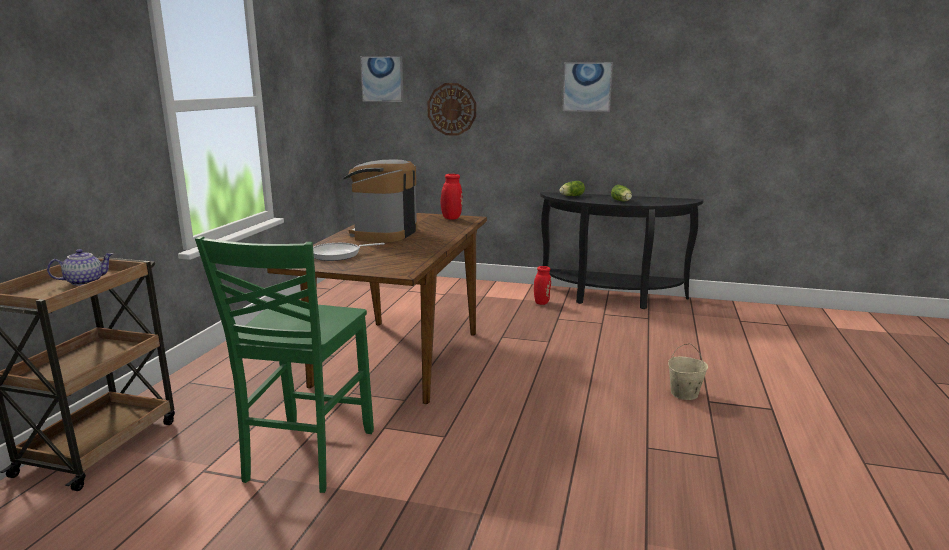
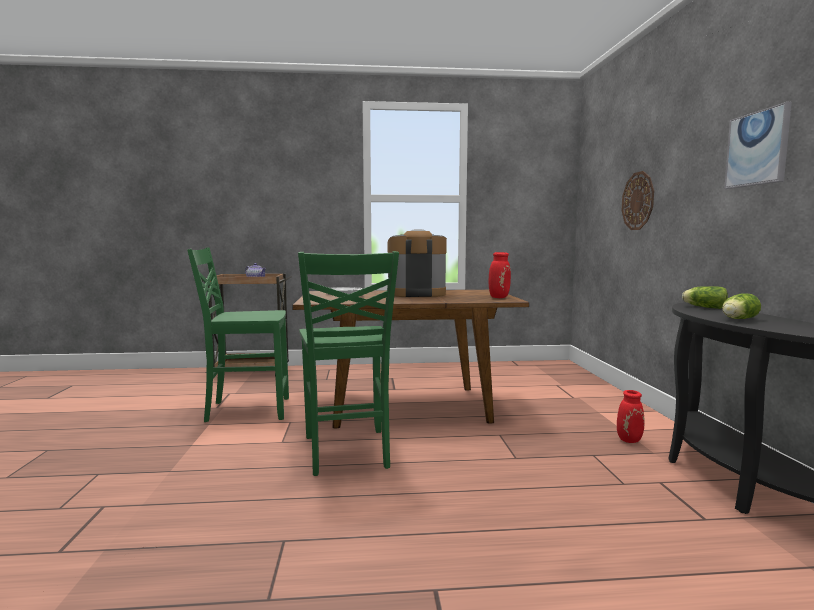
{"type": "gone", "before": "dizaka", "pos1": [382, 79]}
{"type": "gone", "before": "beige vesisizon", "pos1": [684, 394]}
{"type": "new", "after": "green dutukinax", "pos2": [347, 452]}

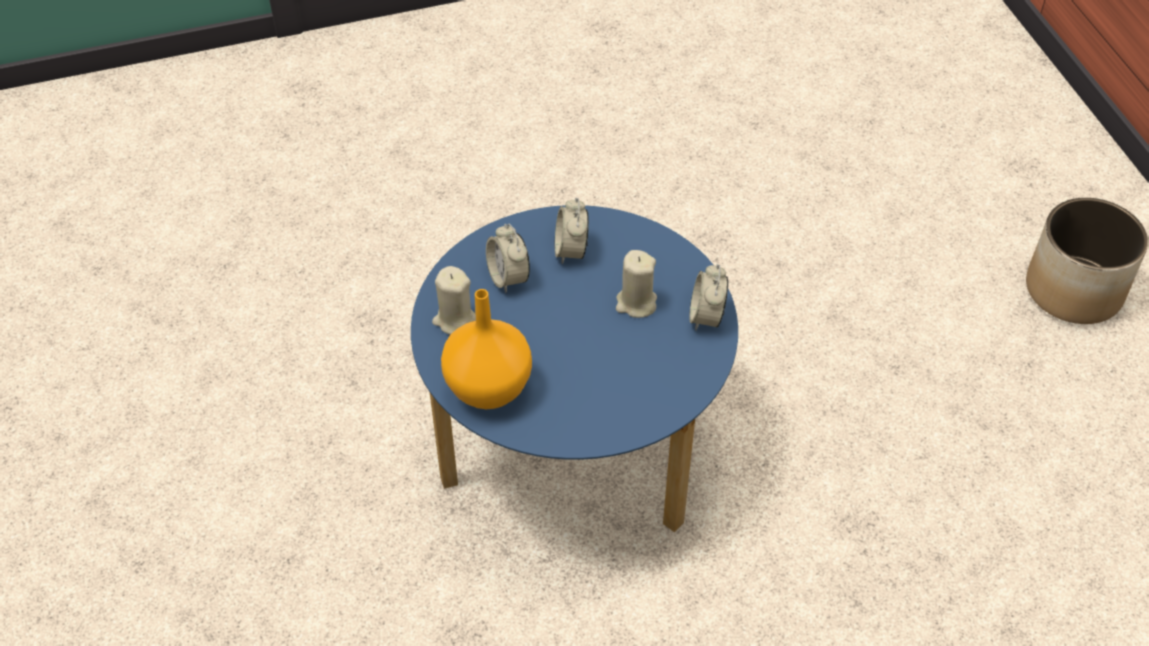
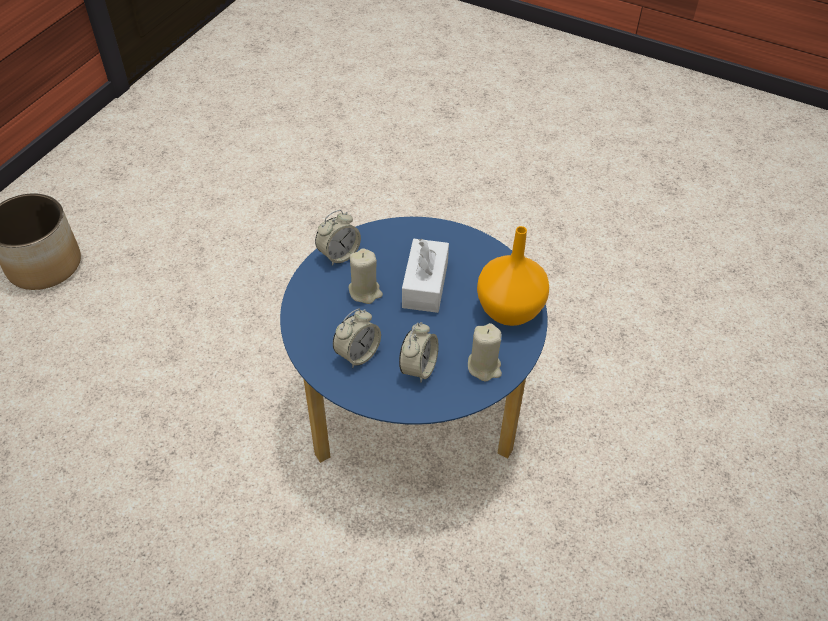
{"type": "new", "after": "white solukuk", "pos2": [425, 285]}

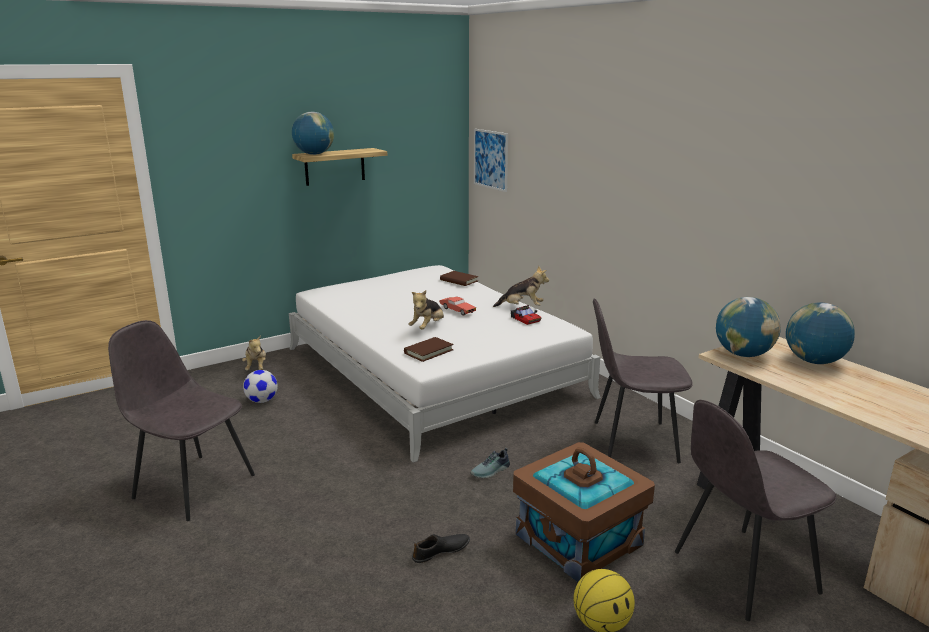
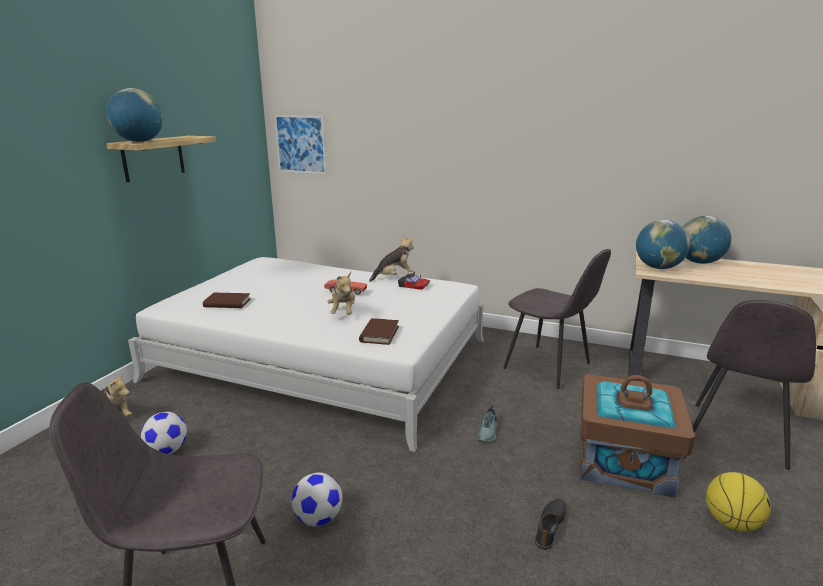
{"type": "shifted", "before": "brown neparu", "pos1": [459, 280], "pos2": [227, 303]}
{"type": "rotated", "before": "grey dutukinax", "pos1": [632, 441], "pos2": [549, 367], "turn": -105}
{"type": "new", "after": "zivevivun", "pos2": [318, 518]}

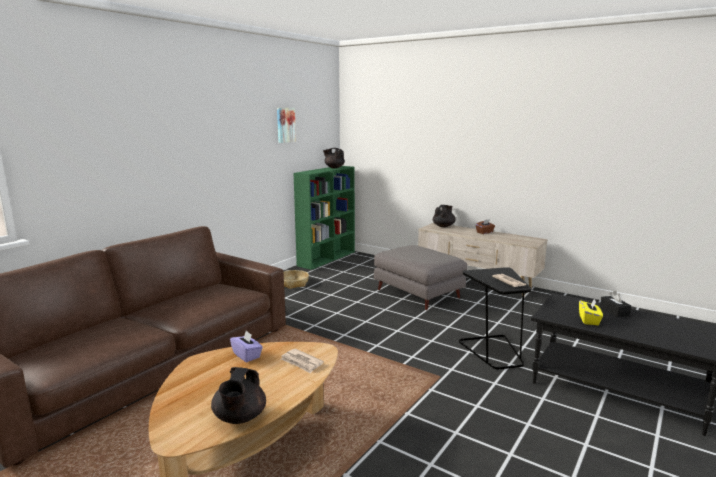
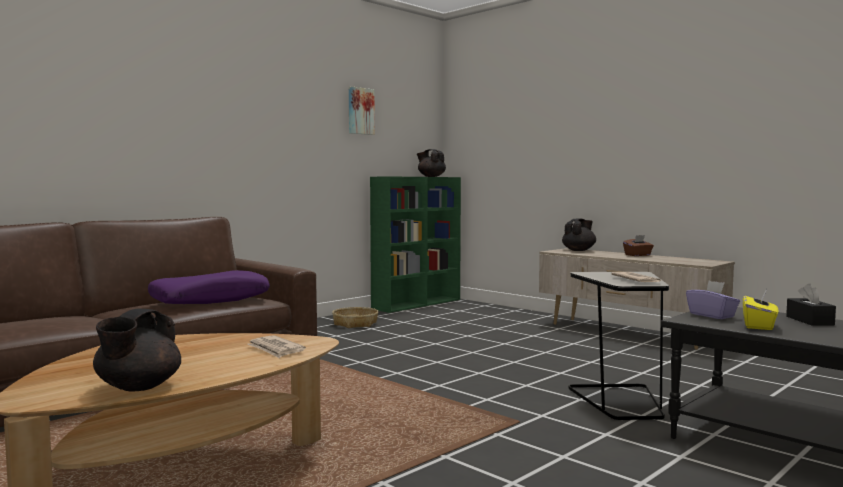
{"type": "gone", "before": "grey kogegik", "pos1": [417, 294]}
{"type": "shifted", "before": "purple solukuk", "pos1": [247, 355], "pos2": [712, 315]}
{"type": "new", "after": "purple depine", "pos2": [210, 300]}

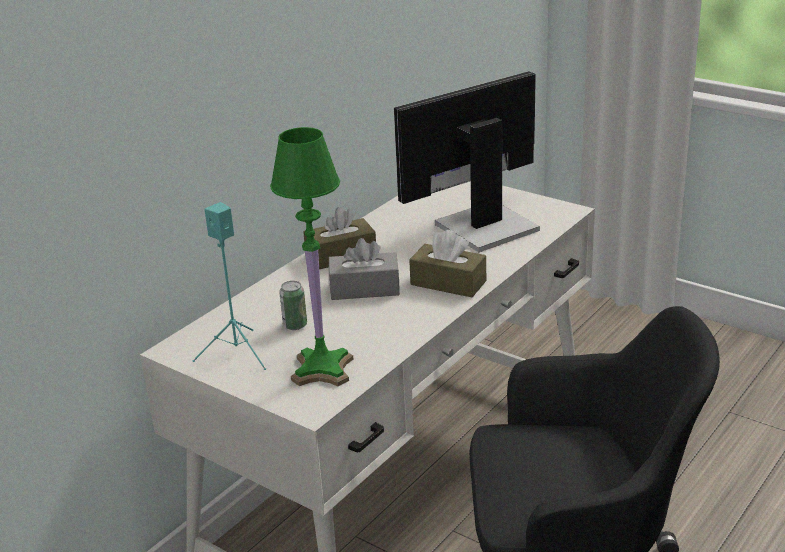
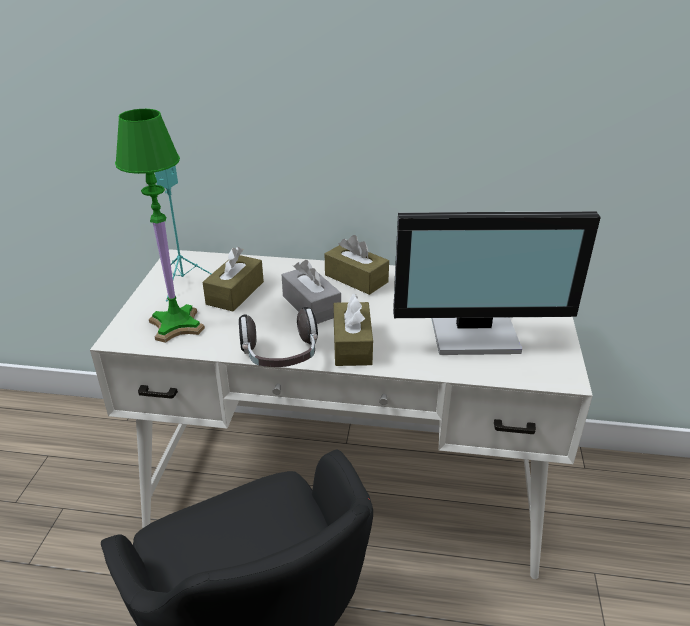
{"type": "rotated", "before": "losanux", "pos1": [482, 226], "pos2": [475, 333], "turn": 150}
{"type": "swapped", "before": "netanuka", "after": "brown solukuk", "pos1": [295, 325], "pos2": [235, 293]}
{"type": "new", "after": "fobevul", "pos2": [281, 356]}

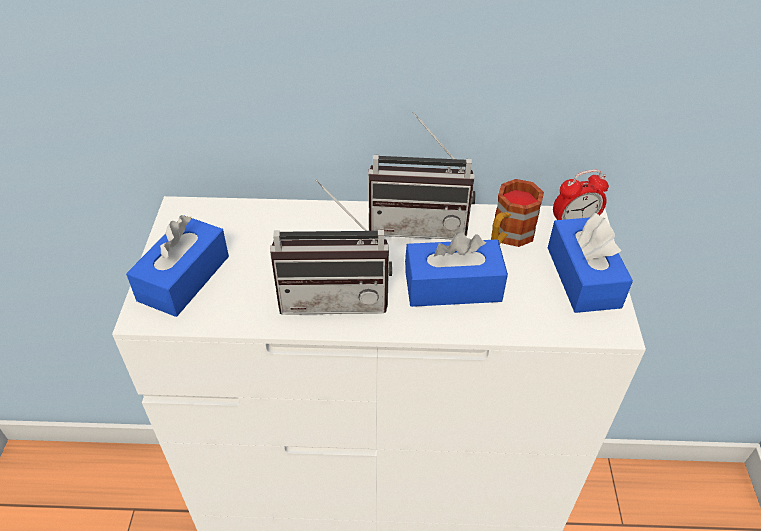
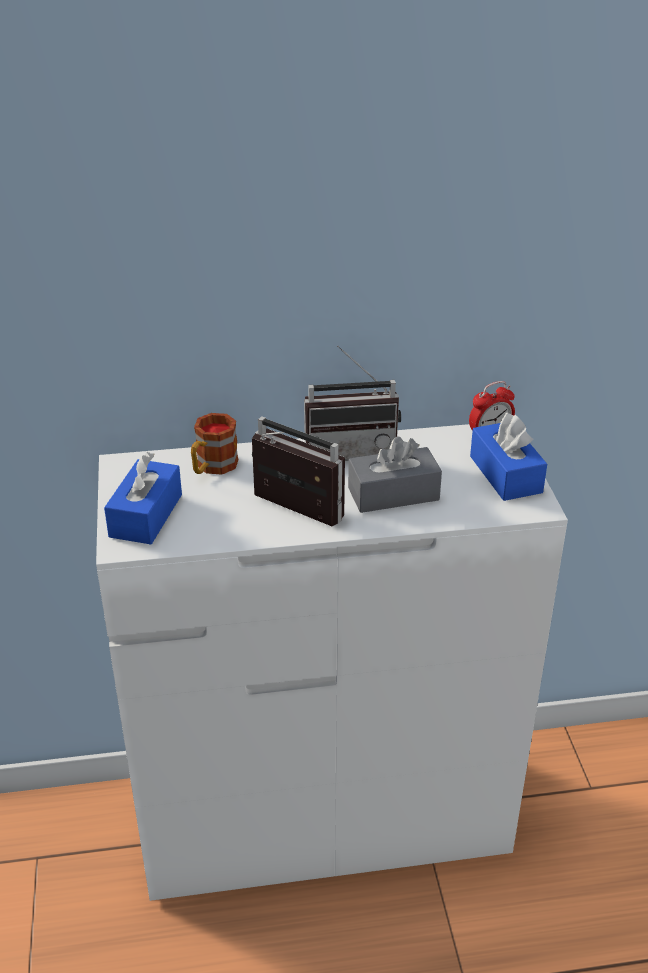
{"type": "shifted", "before": "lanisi", "pos1": [508, 236], "pos2": [212, 467]}
{"type": "rotated", "before": "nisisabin", "pos1": [335, 296], "pos2": [290, 513], "turn": -135}
{"type": "repainted", "before": "blue solukuk", "after": "grey solukuk", "pos1": [452, 286], "pos2": [393, 494]}

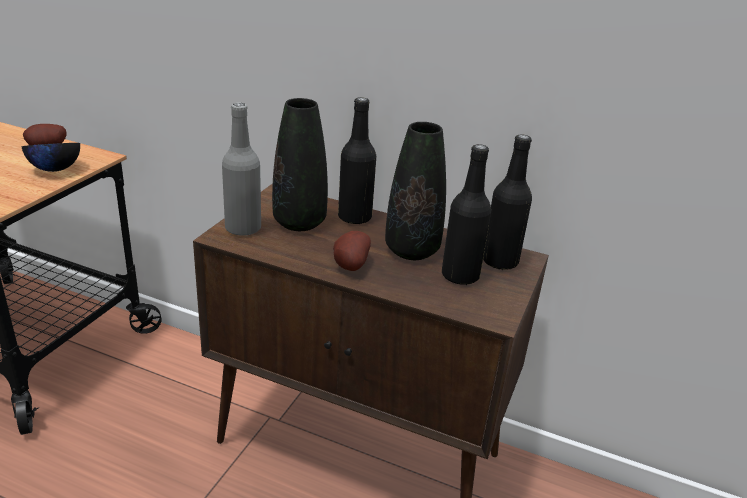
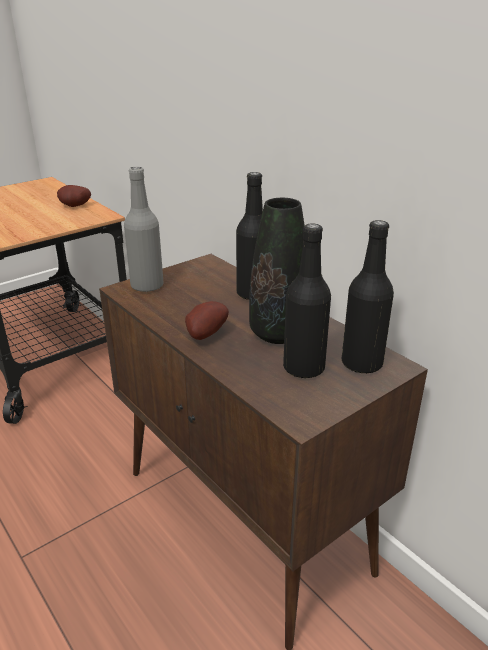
{"type": "gone", "before": "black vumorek", "pos1": [299, 223]}
{"type": "gone", "before": "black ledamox", "pos1": [55, 169]}

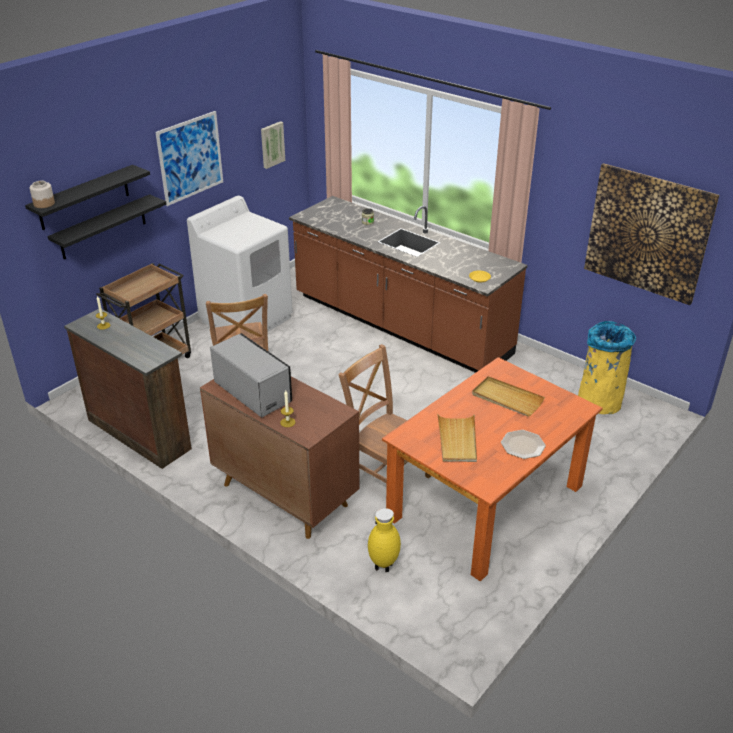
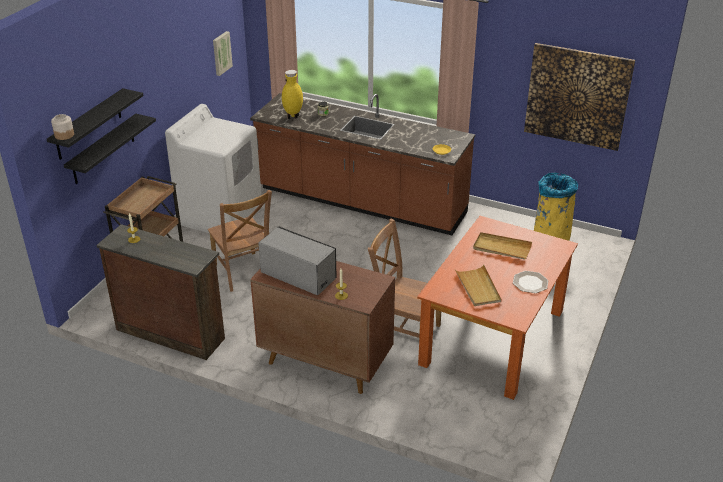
{"type": "gone", "before": "dizaka", "pos1": [190, 158]}
{"type": "shifted", "before": "yellow vumorek", "pos1": [383, 567], "pos2": [293, 117]}

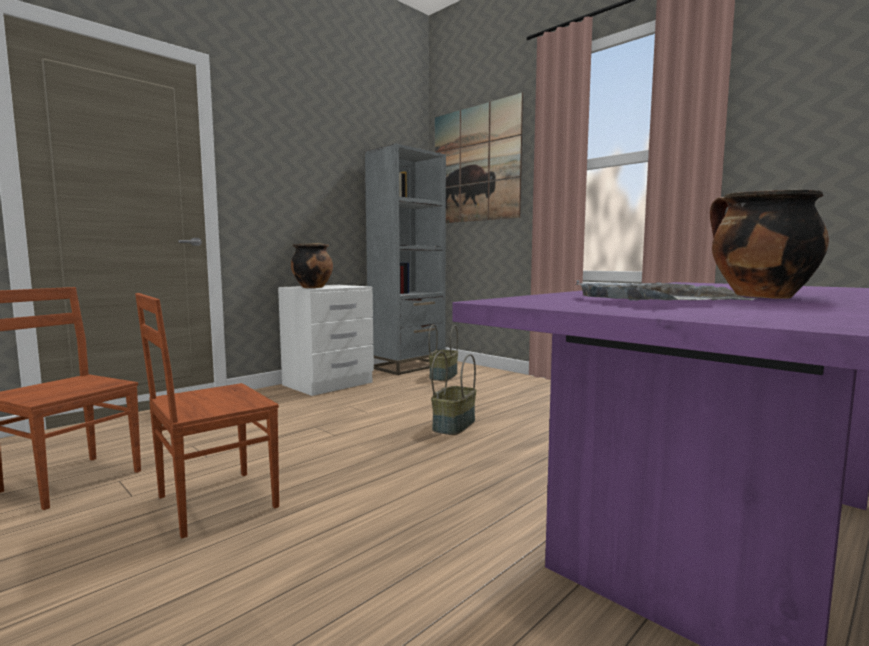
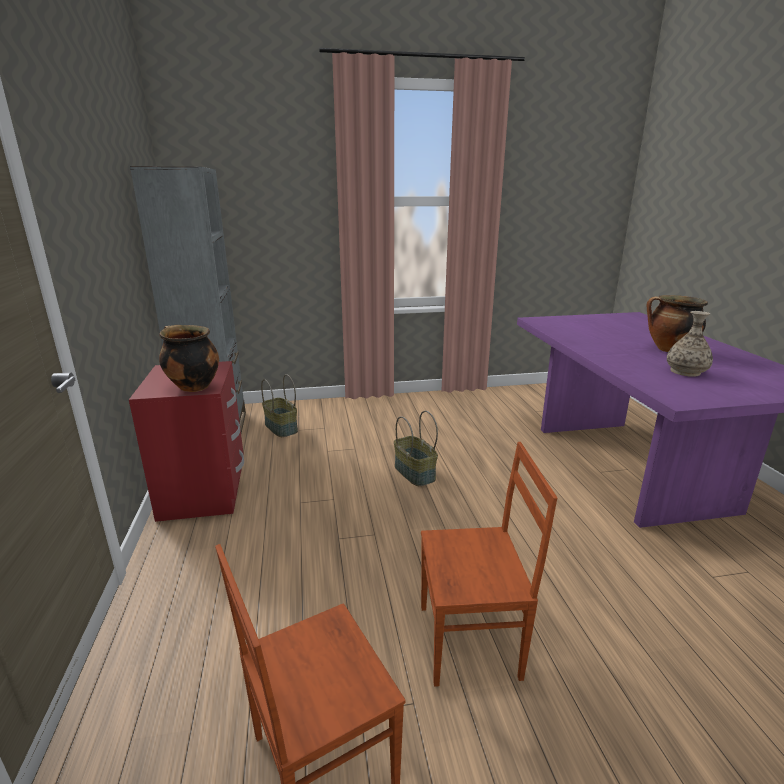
{"type": "gone", "before": "dizaka", "pos1": [475, 164]}
{"type": "swapped", "before": "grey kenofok", "after": "vumorek", "pos1": [658, 300], "pos2": [685, 371]}
{"type": "repainted", "before": "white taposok", "after": "red taposok", "pos1": [328, 384], "pos2": [205, 491]}
{"type": "rotated", "before": "brown dutukinax", "pos1": [214, 502], "pos2": [471, 642], "turn": -90}

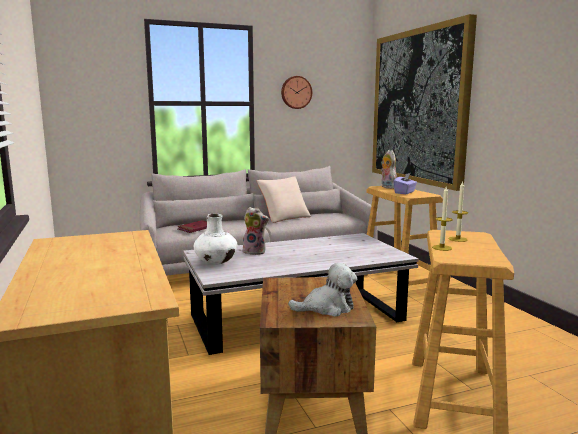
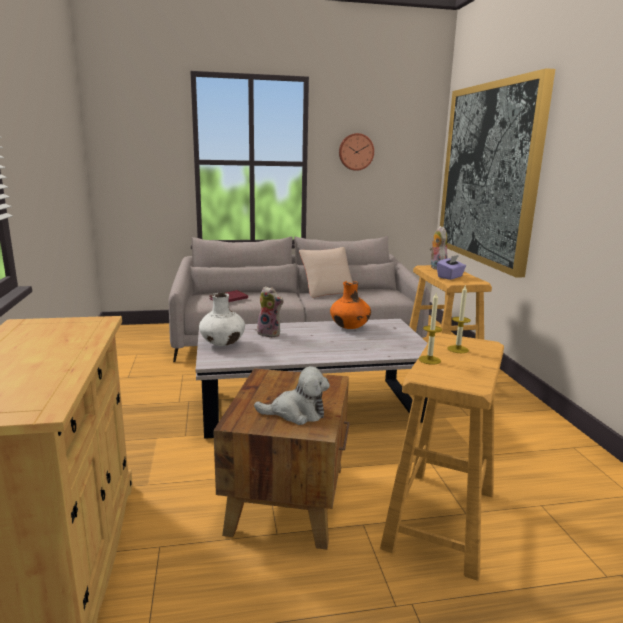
{"type": "new", "after": "orange vumorek", "pos2": [350, 327]}

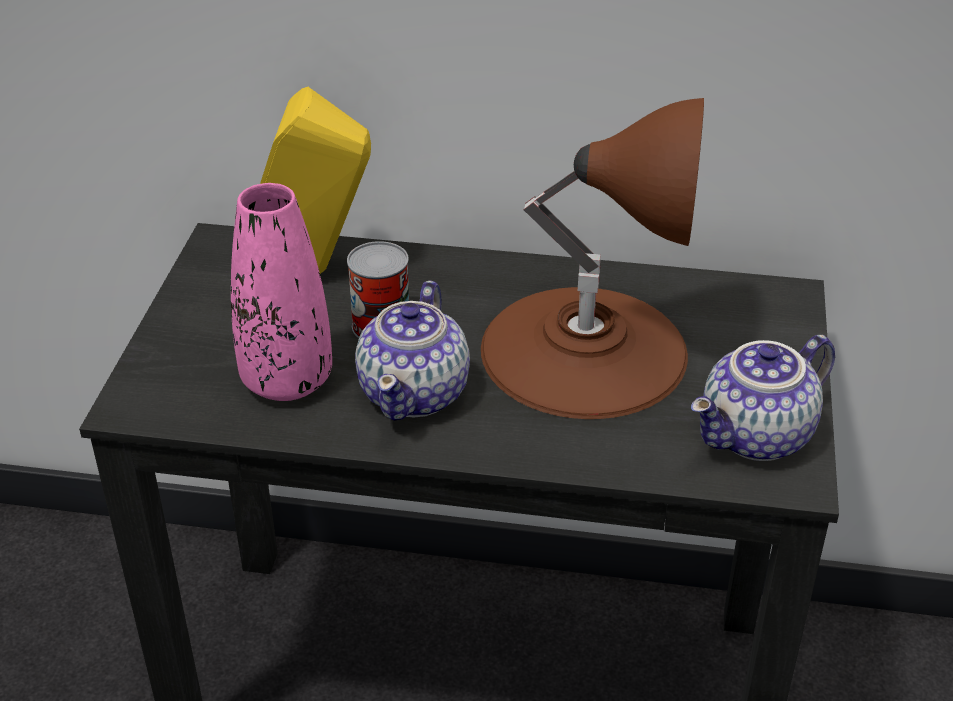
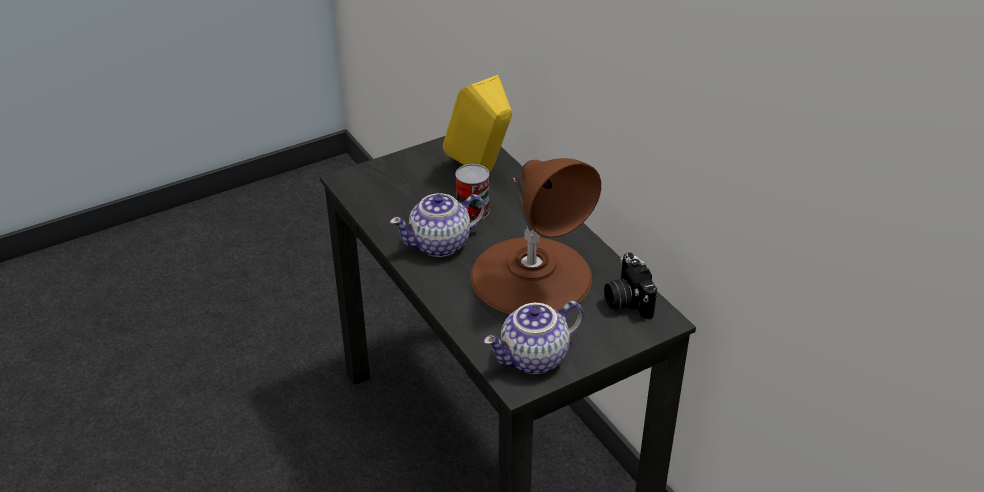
{"type": "gone", "before": "pink vumorek", "pos1": [287, 381]}
{"type": "rotated", "before": "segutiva", "pos1": [757, 437], "pos2": [534, 359], "turn": -45}
{"type": "new", "after": "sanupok", "pos2": [626, 300]}

